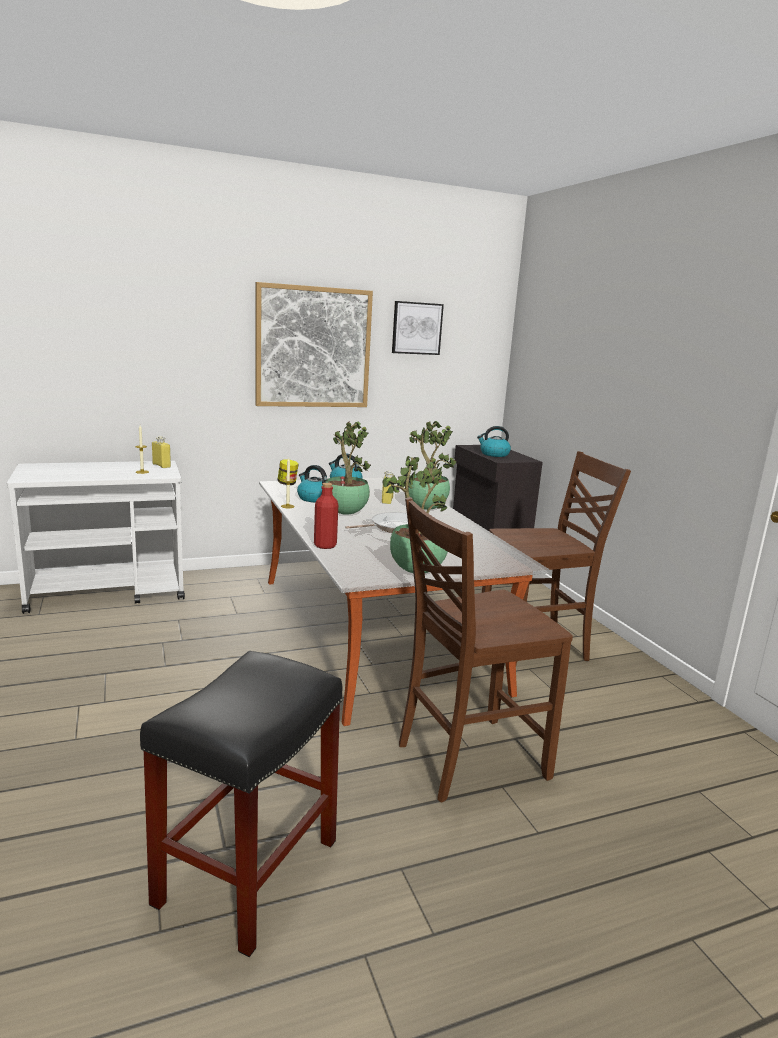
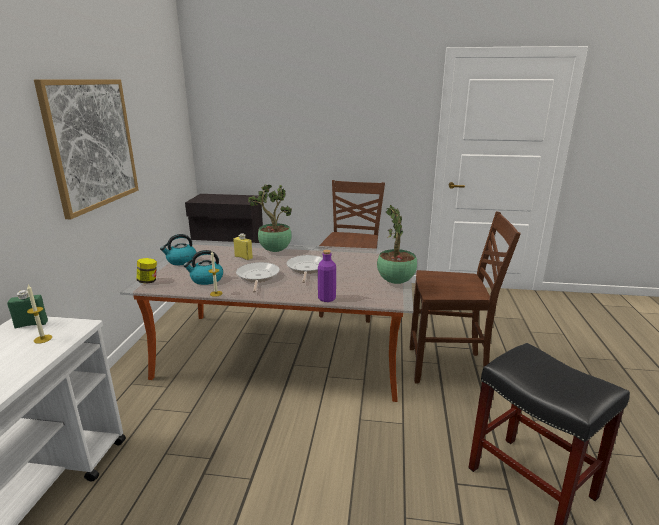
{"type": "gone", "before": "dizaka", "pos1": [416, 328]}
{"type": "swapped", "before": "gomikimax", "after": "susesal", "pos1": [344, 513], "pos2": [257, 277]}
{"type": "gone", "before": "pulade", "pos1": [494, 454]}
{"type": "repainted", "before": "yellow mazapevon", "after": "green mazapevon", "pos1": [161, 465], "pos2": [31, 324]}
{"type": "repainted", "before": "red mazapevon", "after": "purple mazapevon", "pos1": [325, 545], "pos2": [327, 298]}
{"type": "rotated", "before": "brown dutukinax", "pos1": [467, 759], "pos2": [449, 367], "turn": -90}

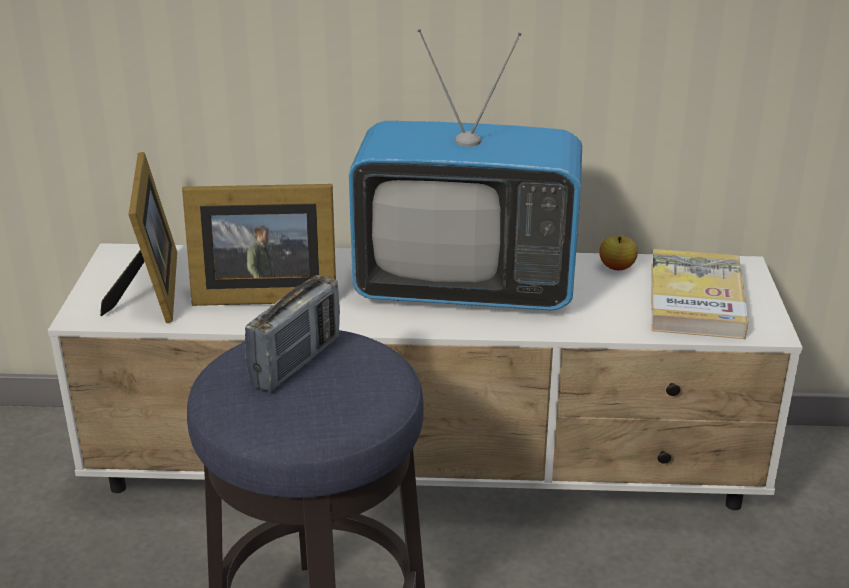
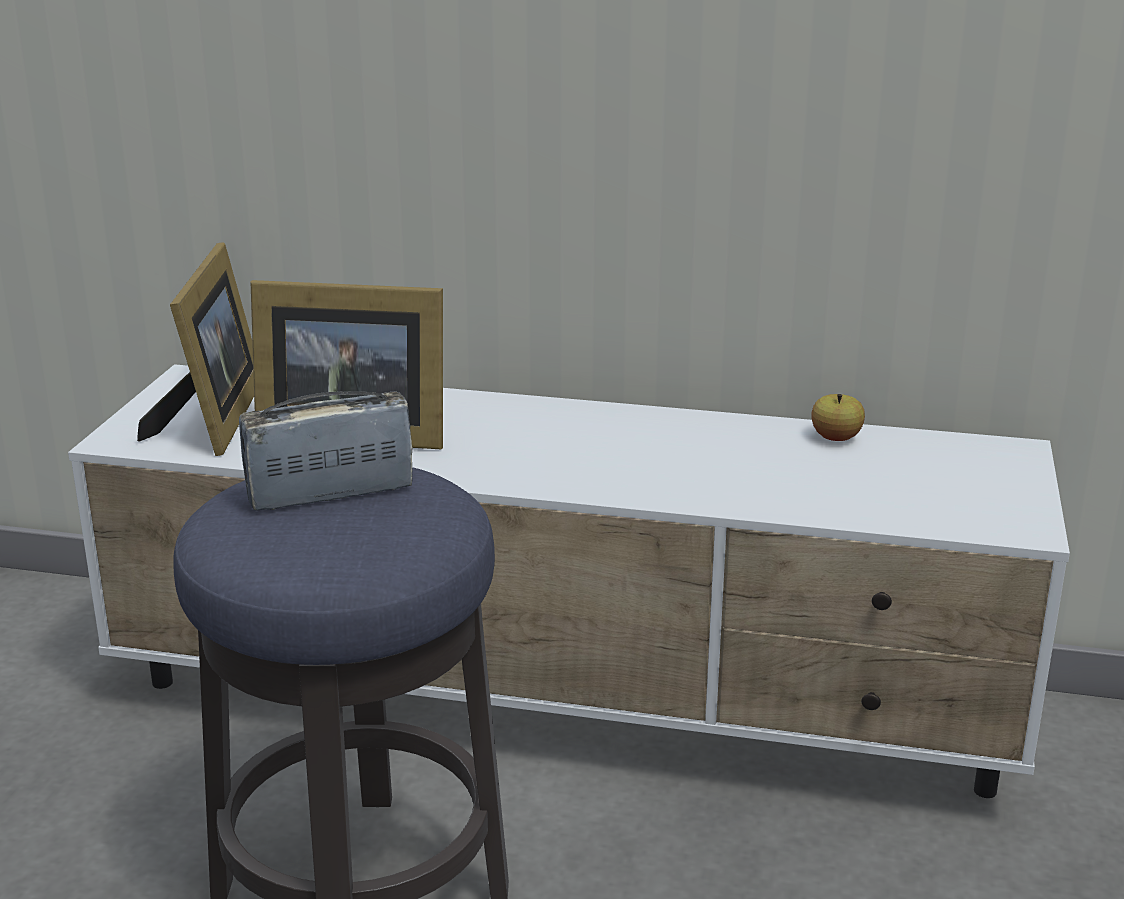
{"type": "gone", "before": "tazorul", "pos1": [466, 288]}
{"type": "gone", "before": "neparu", "pos1": [695, 299]}
{"type": "rotated", "before": "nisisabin", "pos1": [296, 362], "pos2": [331, 494], "turn": -150}

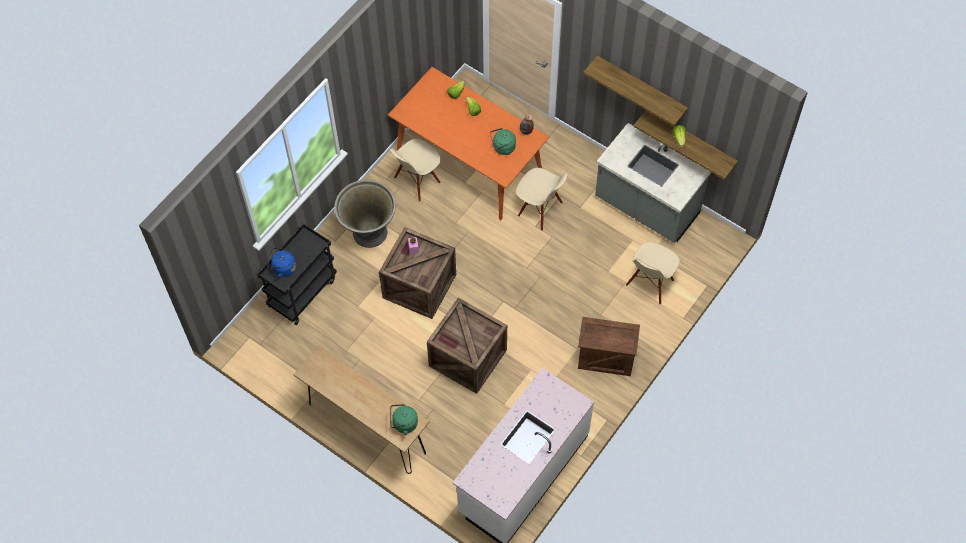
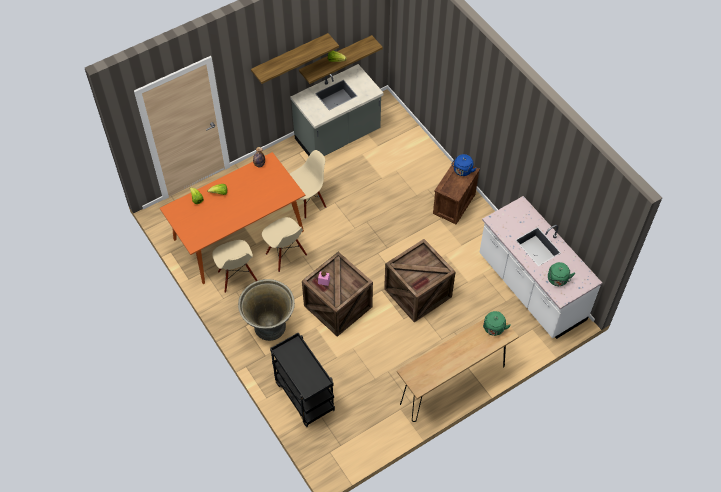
{"type": "shifted", "before": "green pulade", "pos1": [502, 148], "pos2": [557, 280]}
{"type": "shifted", "before": "beige dutukinax", "pos1": [650, 283], "pos2": [286, 255]}
{"type": "shifted", "before": "blue pulade", "pos1": [282, 268], "pos2": [462, 171]}

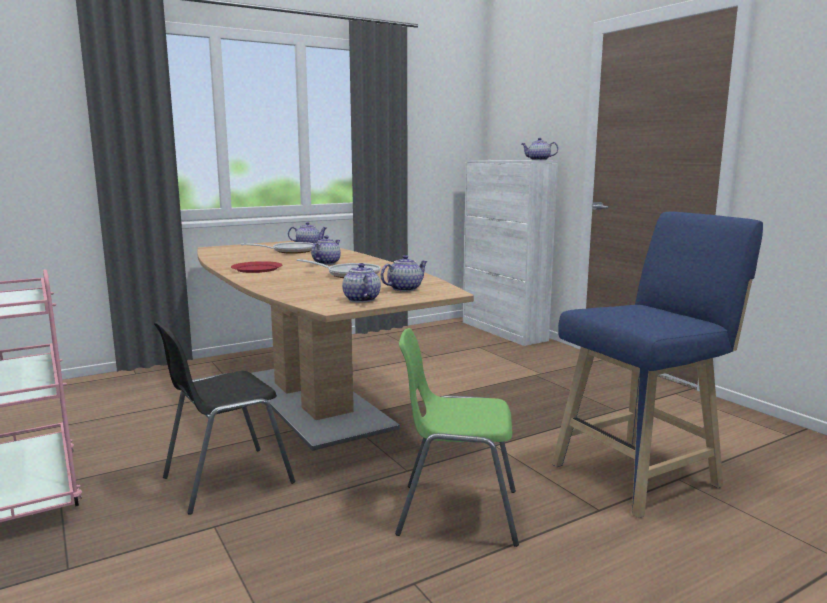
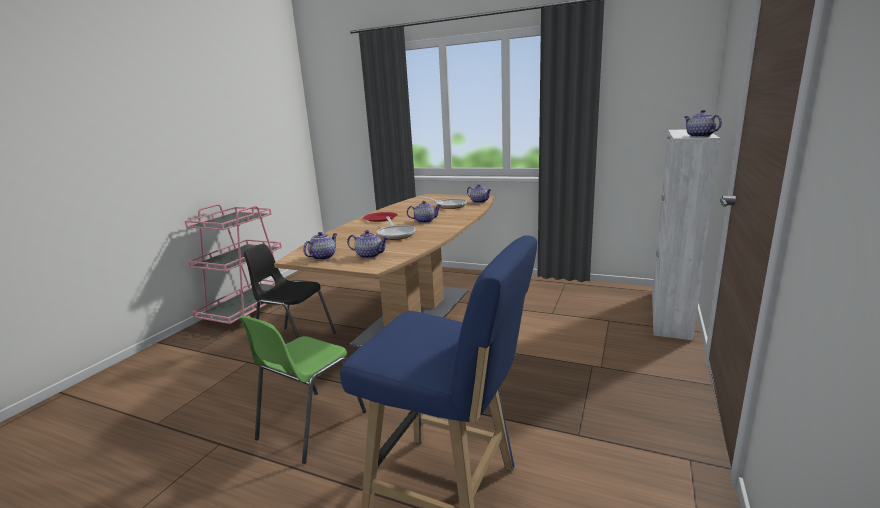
{"type": "rotated", "before": "green dutukinax", "pos1": [457, 512], "pos2": [310, 425], "turn": -120}

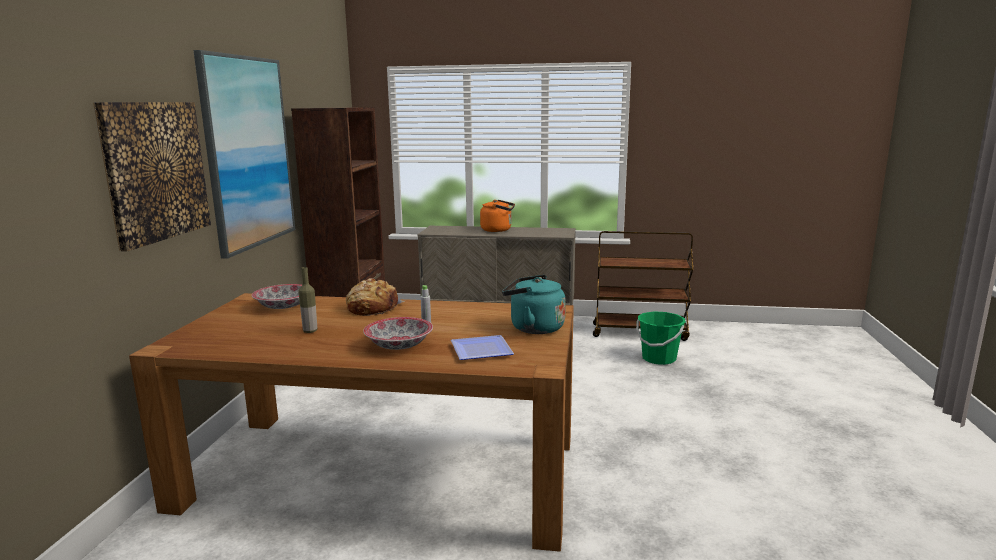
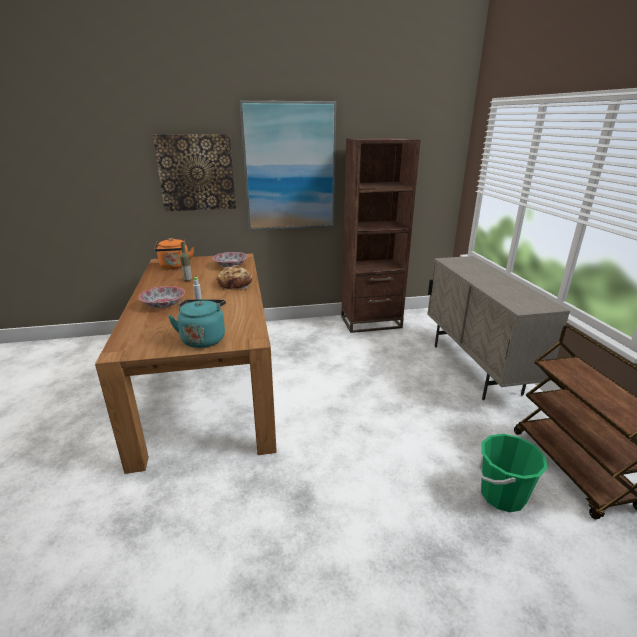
{"type": "shifted", "before": "orange pulade", "pos1": [498, 230], "pos2": [175, 266]}
{"type": "gone", "before": "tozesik", "pos1": [483, 349]}

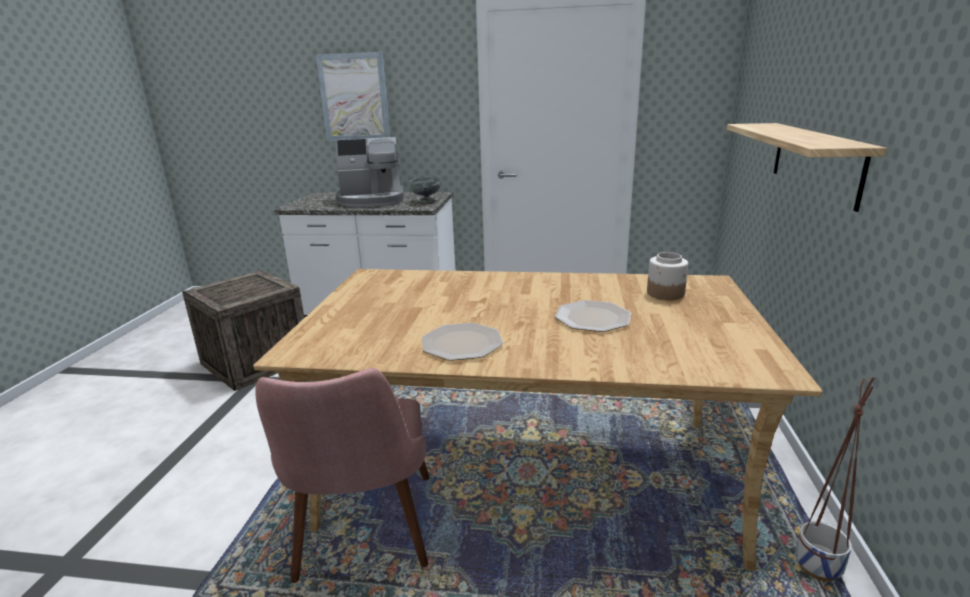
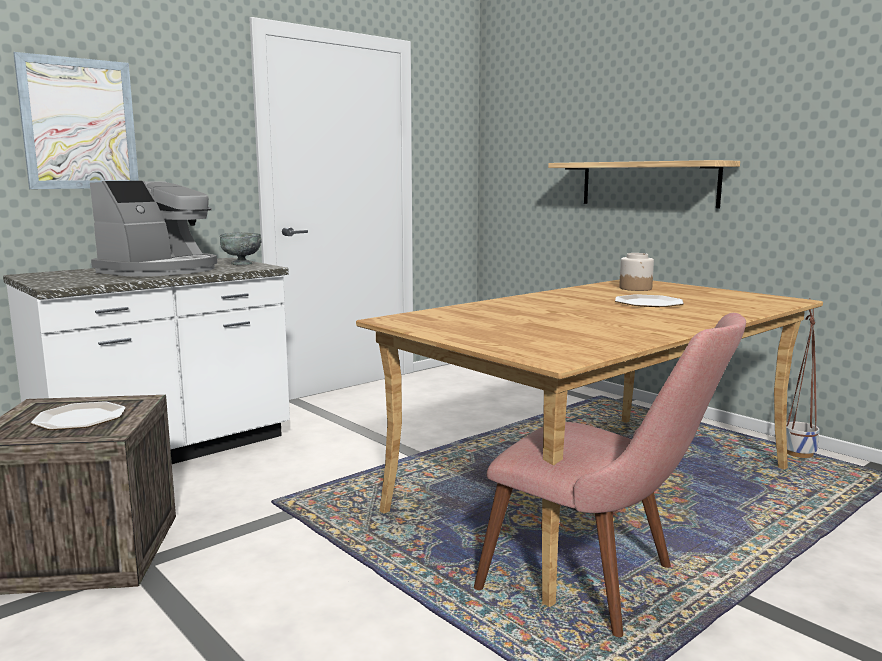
{"type": "shifted", "before": "tozesik", "pos1": [461, 343], "pos2": [79, 418]}

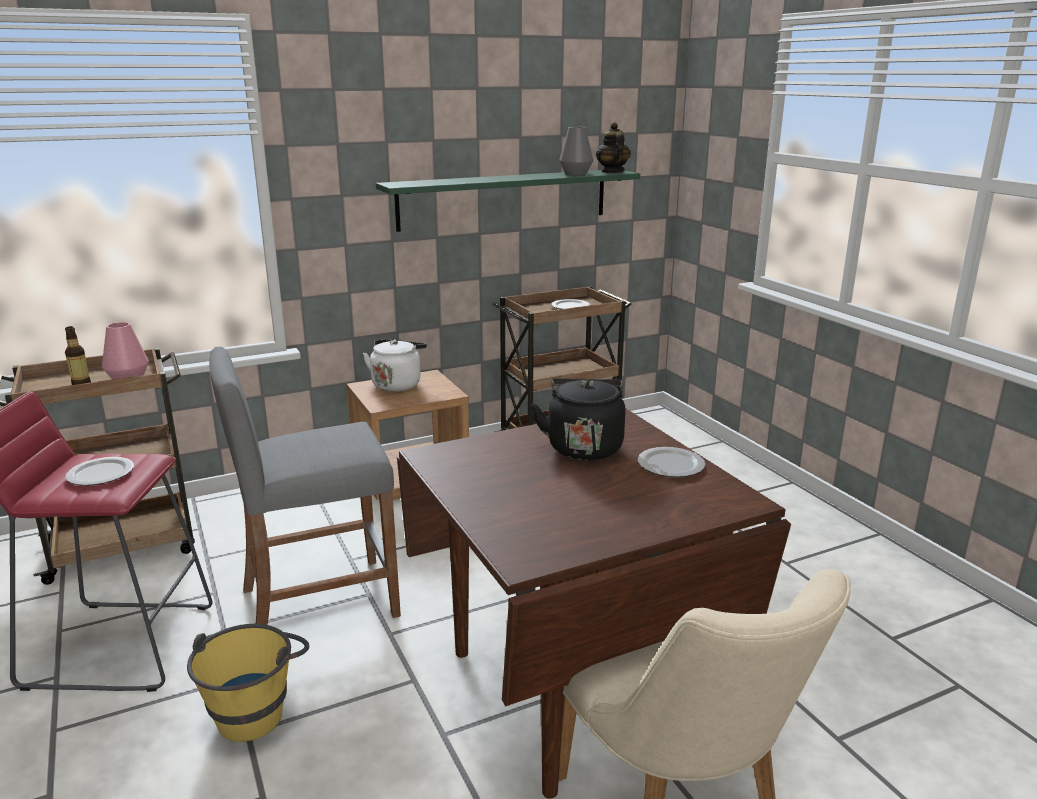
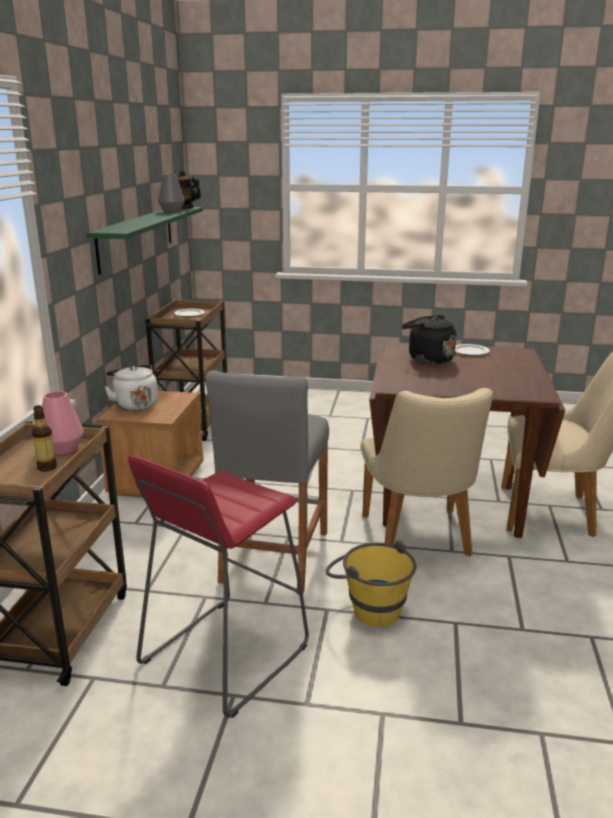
{"type": "gone", "before": "tozesik", "pos1": [101, 473]}
{"type": "new", "after": "beige dutukinax", "pos2": [419, 540]}

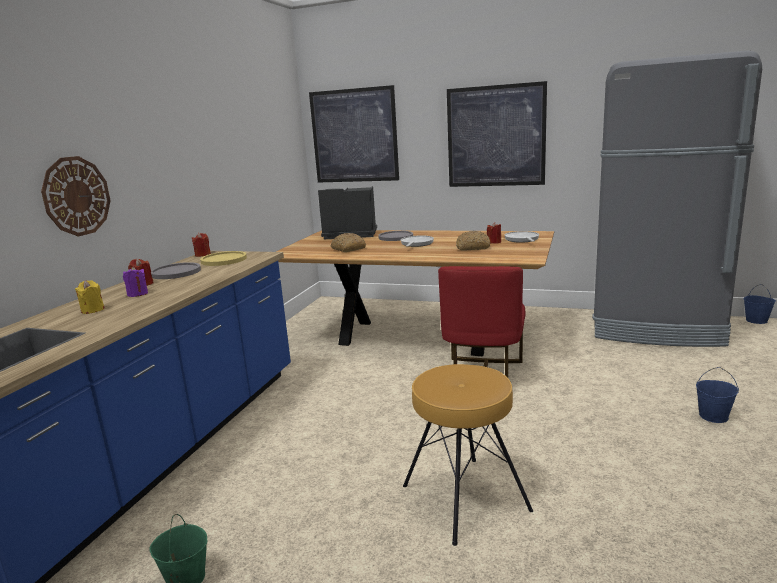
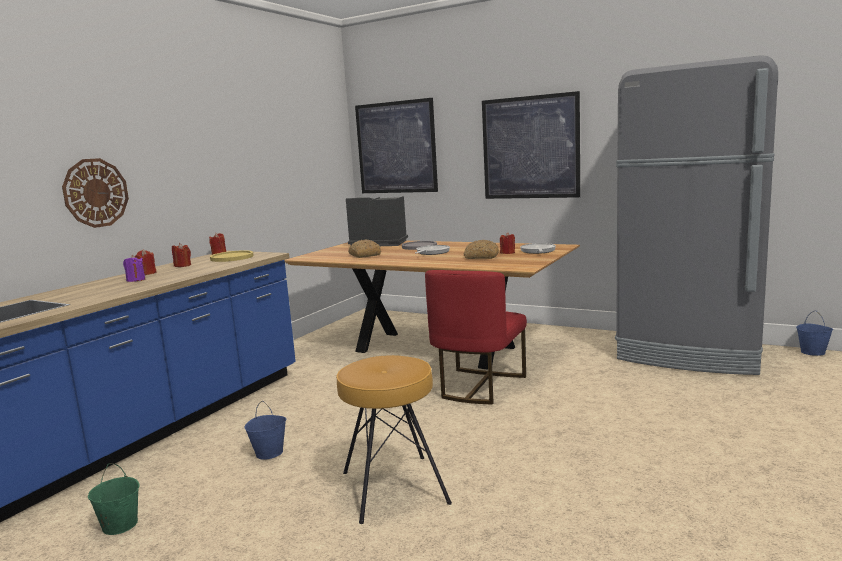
{"type": "swapped", "before": "grey tozesik", "after": "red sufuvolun", "pos1": [176, 272], "pos2": [182, 265]}
{"type": "gone", "before": "yellow sufuvolun", "pos1": [92, 310]}
{"type": "shifted", "before": "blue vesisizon", "pos1": [713, 416], "pos2": [269, 453]}

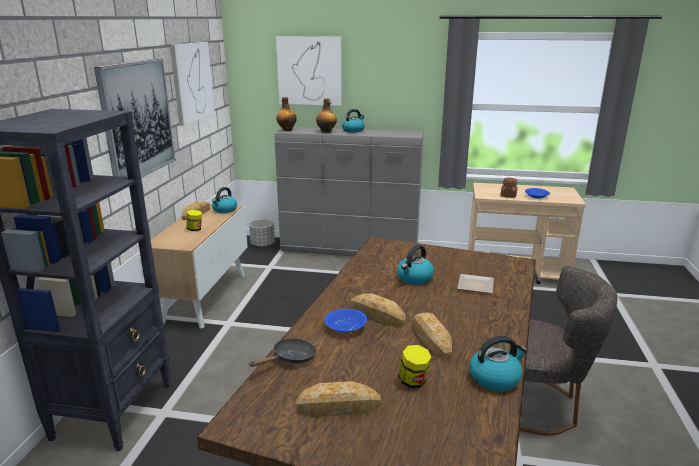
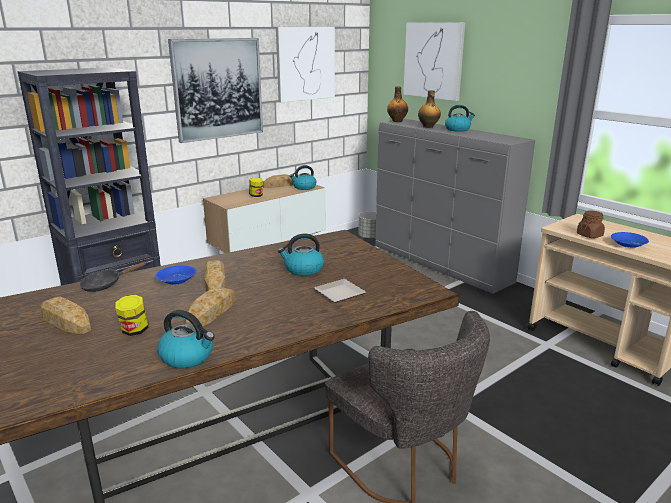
{"type": "rotated", "before": "black susesal", "pos1": [290, 359], "pos2": [105, 284], "turn": 150}

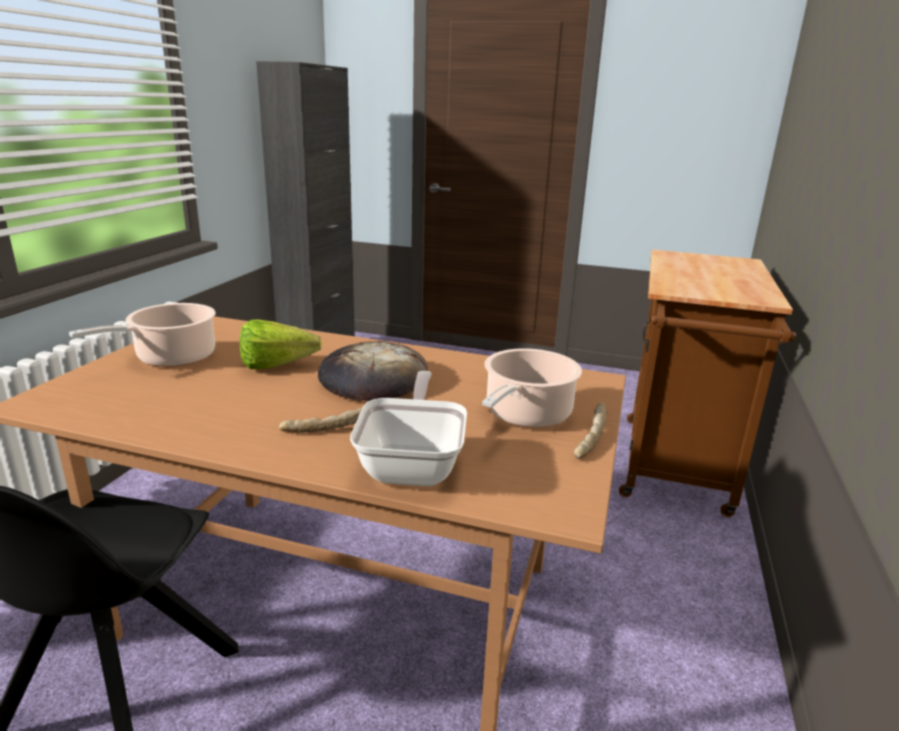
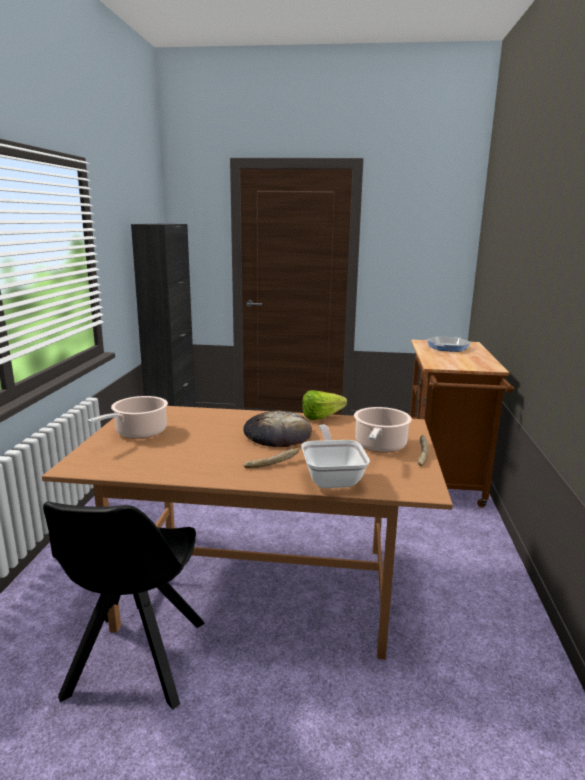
{"type": "shifted", "before": "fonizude", "pos1": [283, 366], "pos2": [325, 417]}
{"type": "new", "after": "susesal", "pos2": [448, 347]}

